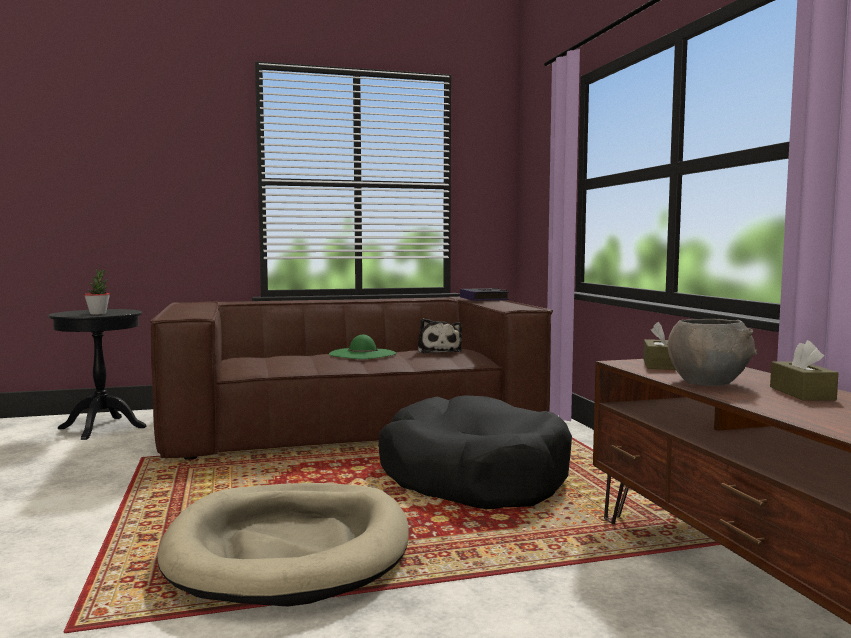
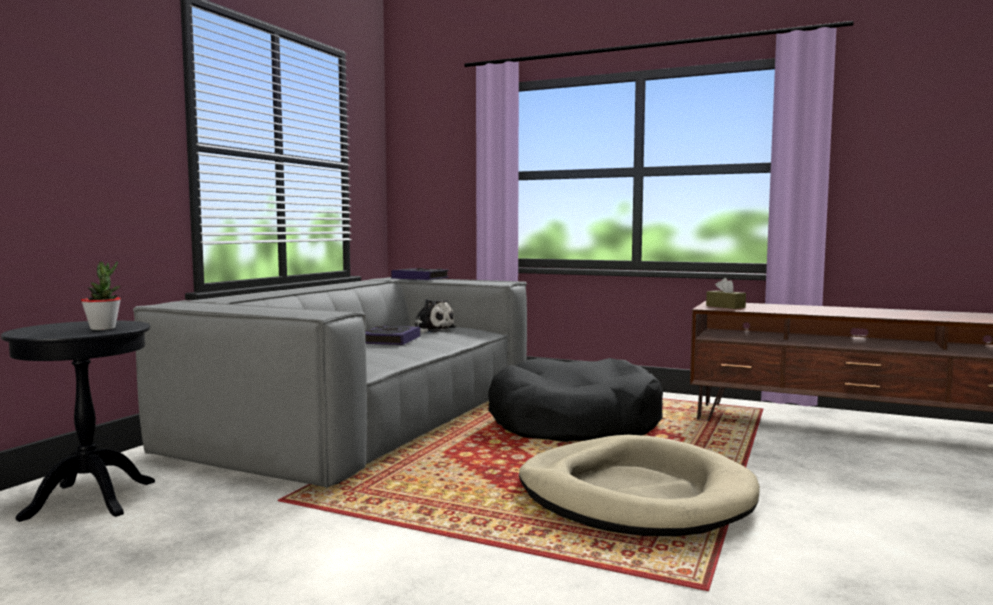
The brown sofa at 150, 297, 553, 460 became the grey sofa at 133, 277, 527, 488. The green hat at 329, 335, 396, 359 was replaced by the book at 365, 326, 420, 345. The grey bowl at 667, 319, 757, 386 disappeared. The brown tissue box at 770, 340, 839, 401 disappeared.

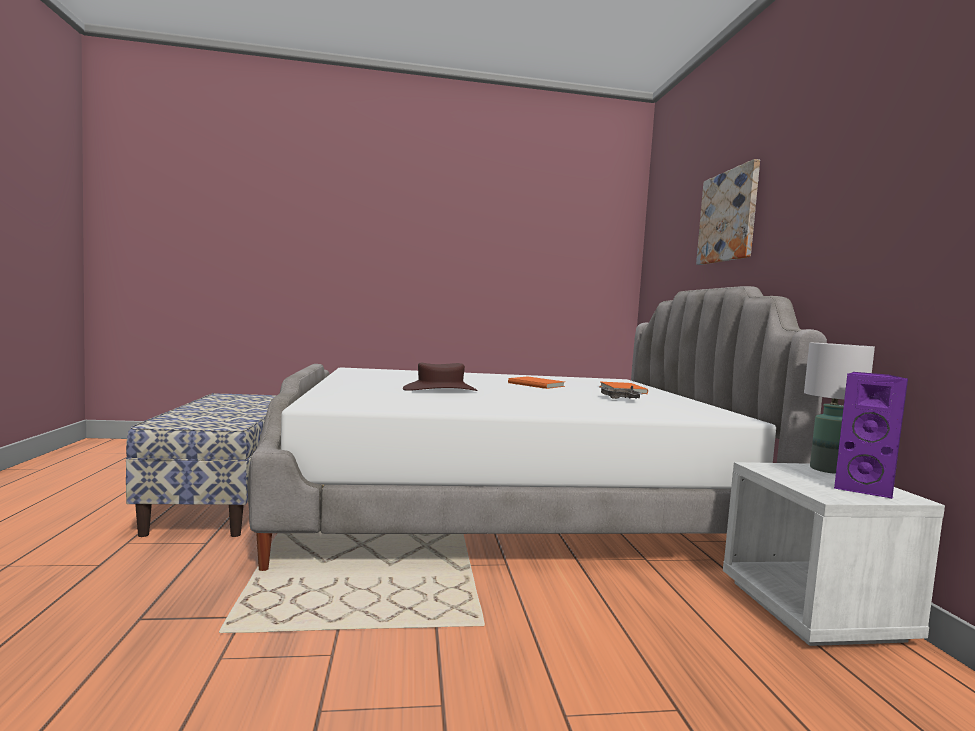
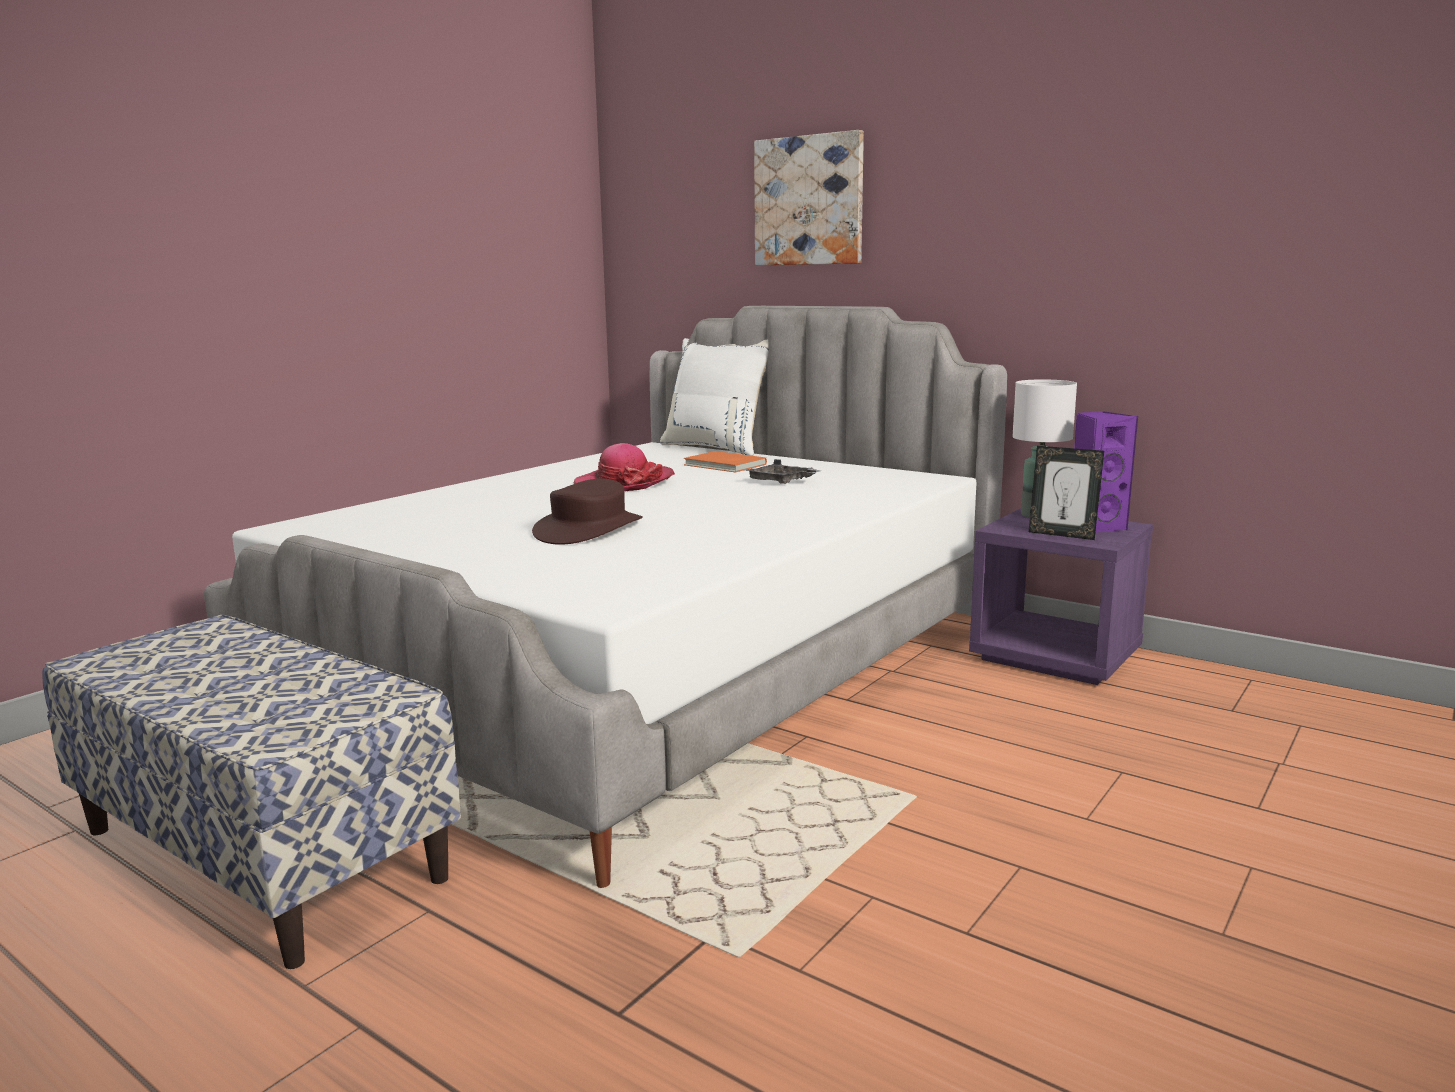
The orange book at 508, 376, 565, 389 was replaced by the hat at 573, 443, 675, 491. The white pillow at 660, 338, 769, 456 appeared. The white nightstand at 723, 462, 945, 646 became the purple nightstand at 969, 508, 1153, 685. The picture frame at 1029, 446, 1104, 540 appeared.

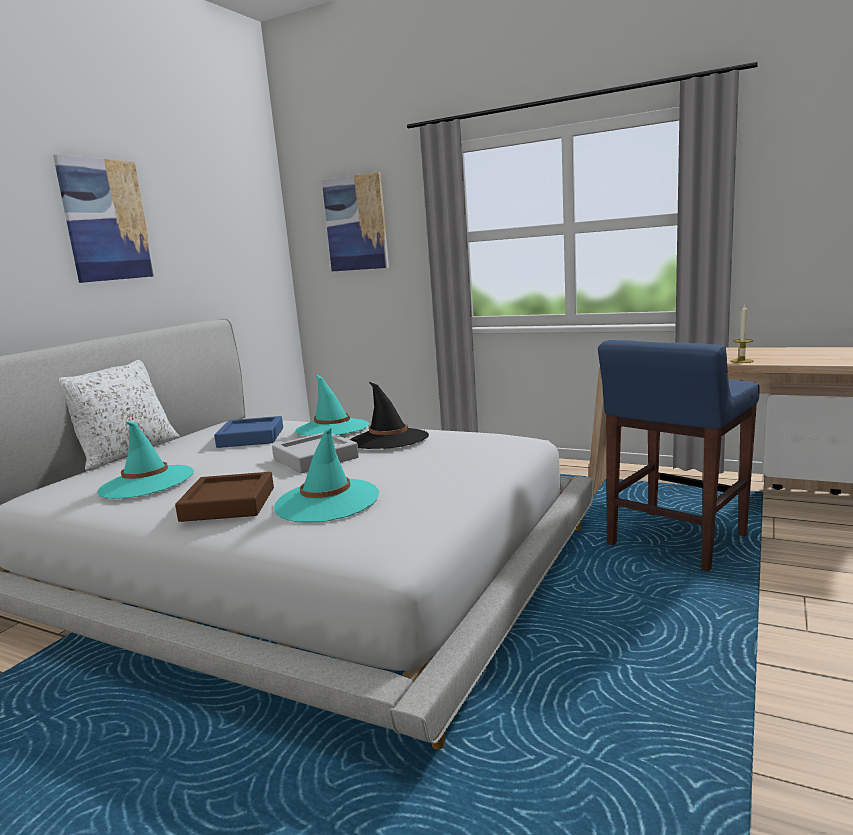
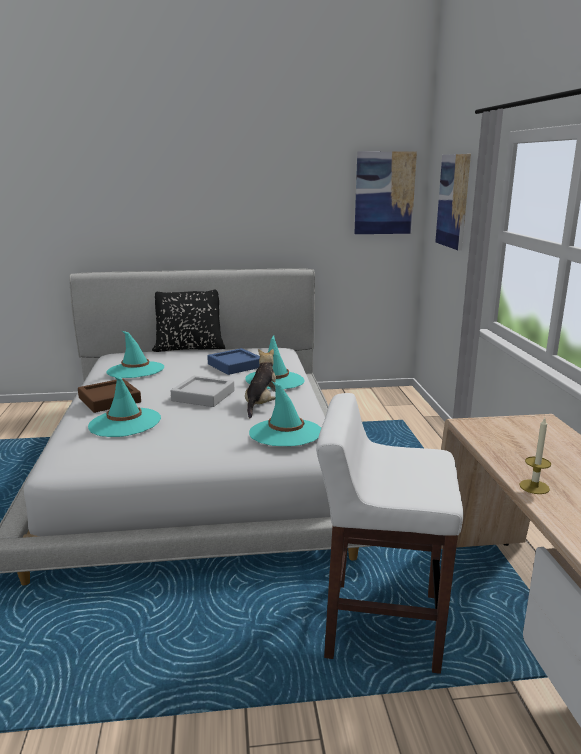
The white pillow at 59, 360, 180, 471 became the black pillow at 152, 290, 225, 352. The black hat at 350, 381, 429, 449 was replaced by the plush toy at 245, 349, 276, 418. The turquoise hat at 249, 382, 321, 446 appeared. The blue stool at 598, 340, 760, 572 became the white stool at 316, 393, 463, 674. The picture moved from 53, 154, 155, 283 to 354, 151, 417, 234.

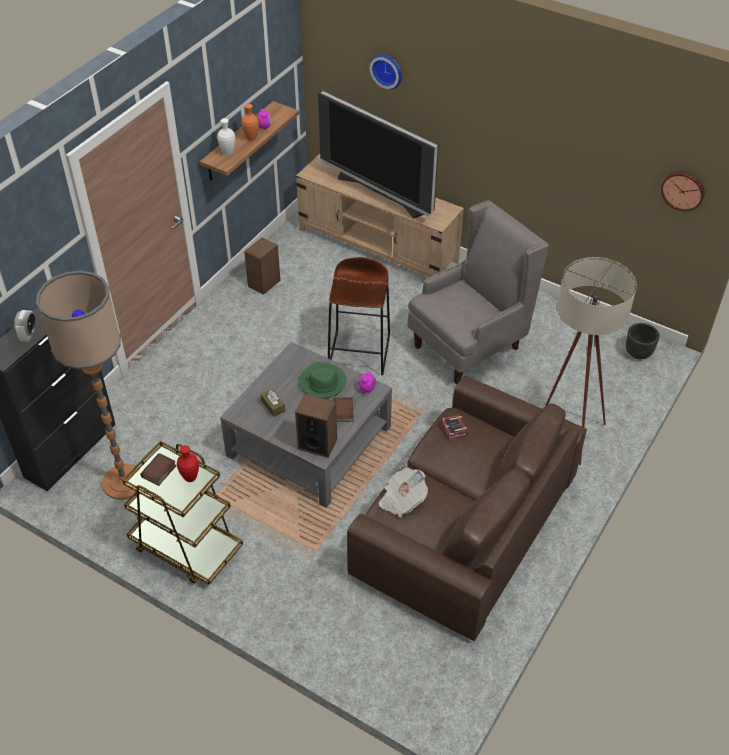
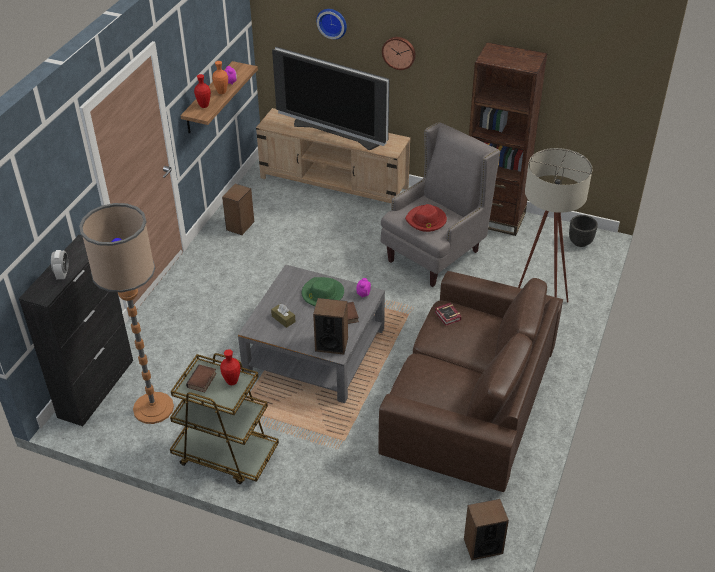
The white vase at 217, 118, 235, 155 became the red vase at 194, 74, 211, 108. The wall clock moved from 661, 171, 705, 211 to 382, 37, 416, 70. The red hat at 405, 204, 447, 232 appeared. The speaker at 464, 499, 509, 560 appeared. The brown bookcase at 469, 42, 547, 236 appeared. The brown stool at 328, 257, 390, 375 disappeared. The newspaper at 379, 467, 428, 517 disappeared.

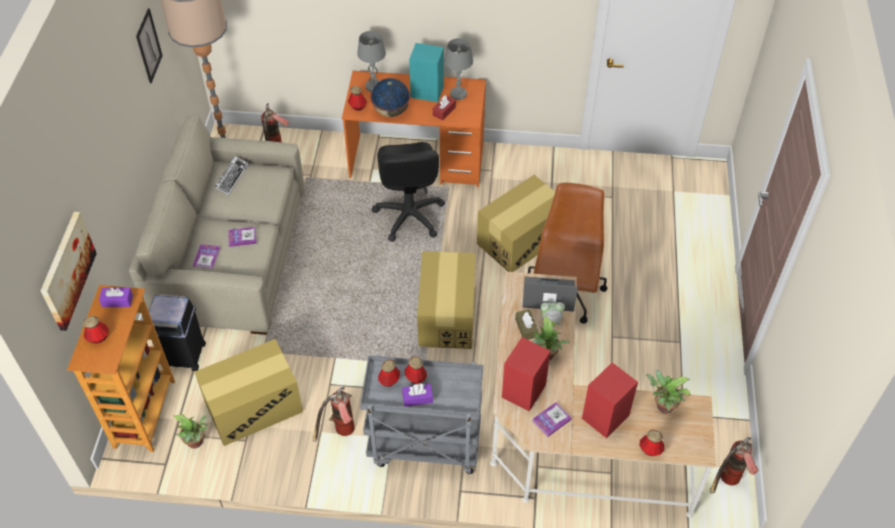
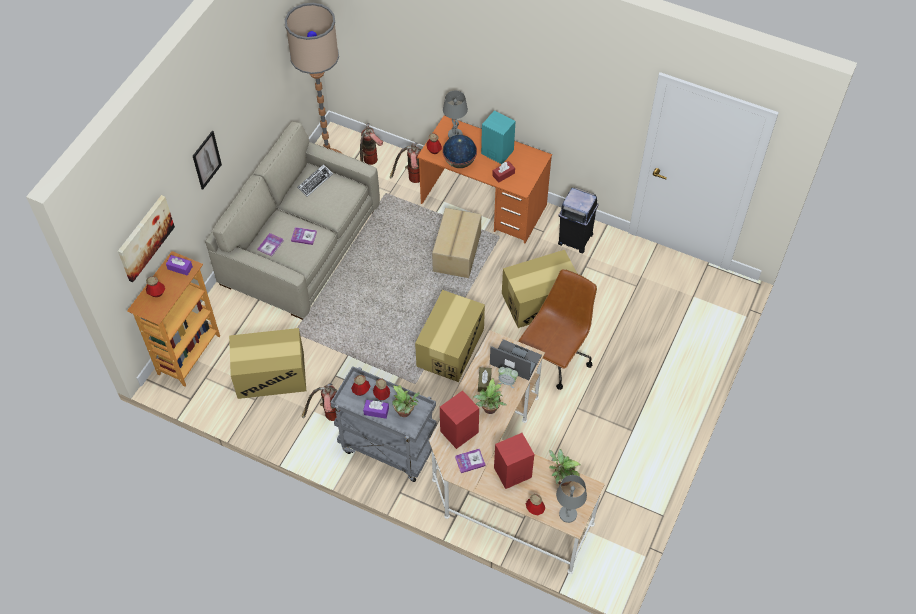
The picture moved from 136, 9, 163, 83 to 193, 131, 222, 190. The fire extinguisher moved from 710, 437, 758, 494 to 390, 142, 421, 183. The potted plant moved from 174, 414, 207, 449 to 392, 385, 420, 417. The black office chair at 372, 142, 445, 241 was replaced by the cardboard box at 432, 208, 481, 278. The grey table lamp moved from 445, 38, 473, 100 to 556, 475, 587, 523. The black trash can moved from 149, 294, 206, 371 to 558, 187, 599, 253.

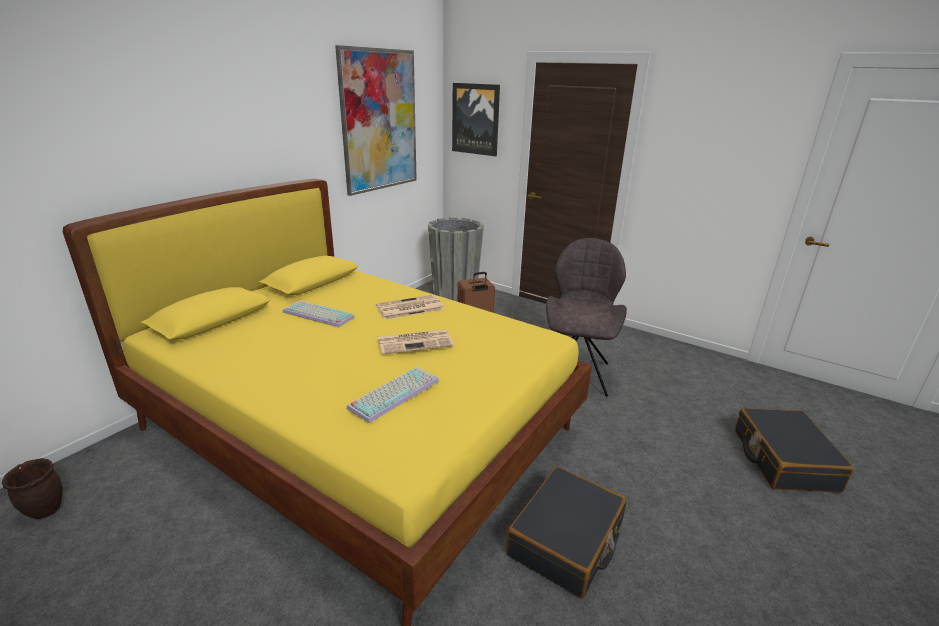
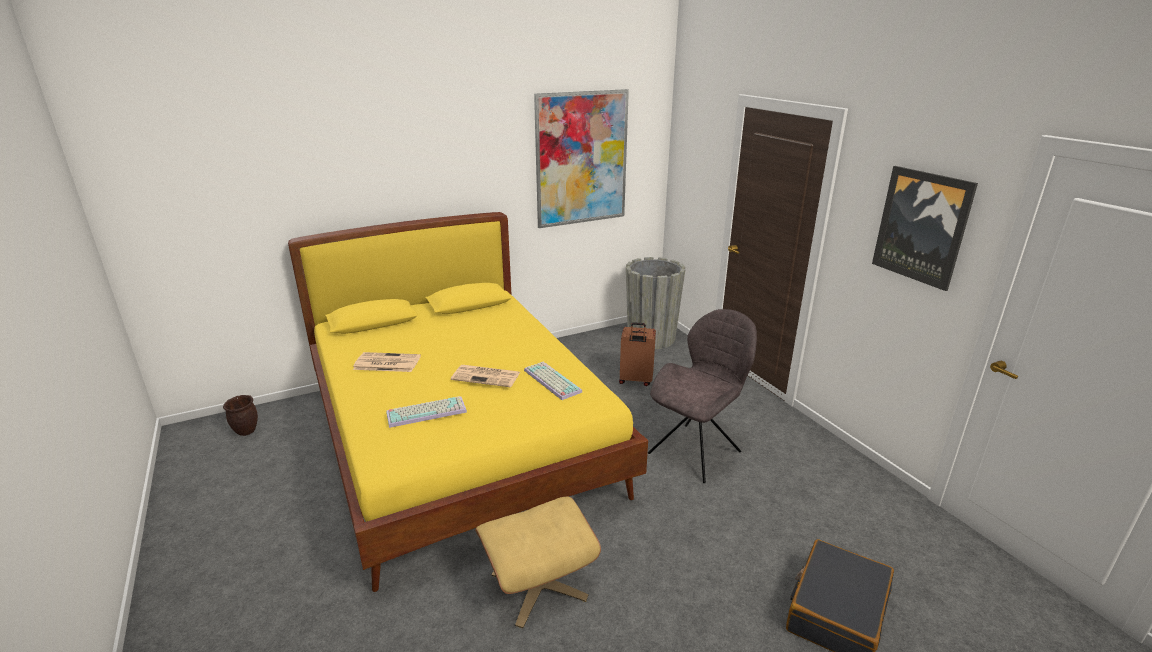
The newspaper moved from 376, 295, 444, 320 to 353, 352, 421, 372. The black suitcase at 506, 466, 626, 598 was replaced by the beige ottoman at 475, 497, 601, 628. The keyboard moved from 283, 300, 355, 327 to 524, 362, 582, 400. The picture moved from 452, 83, 500, 156 to 872, 166, 978, 291.

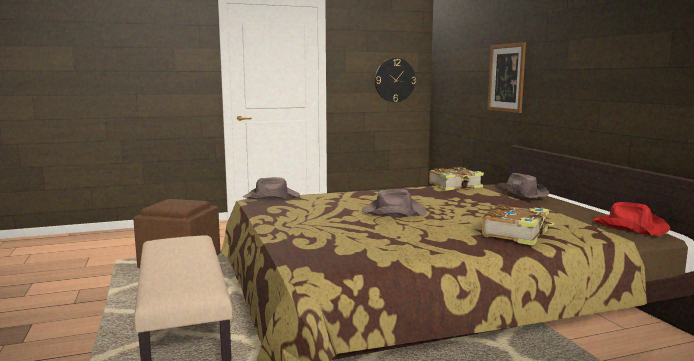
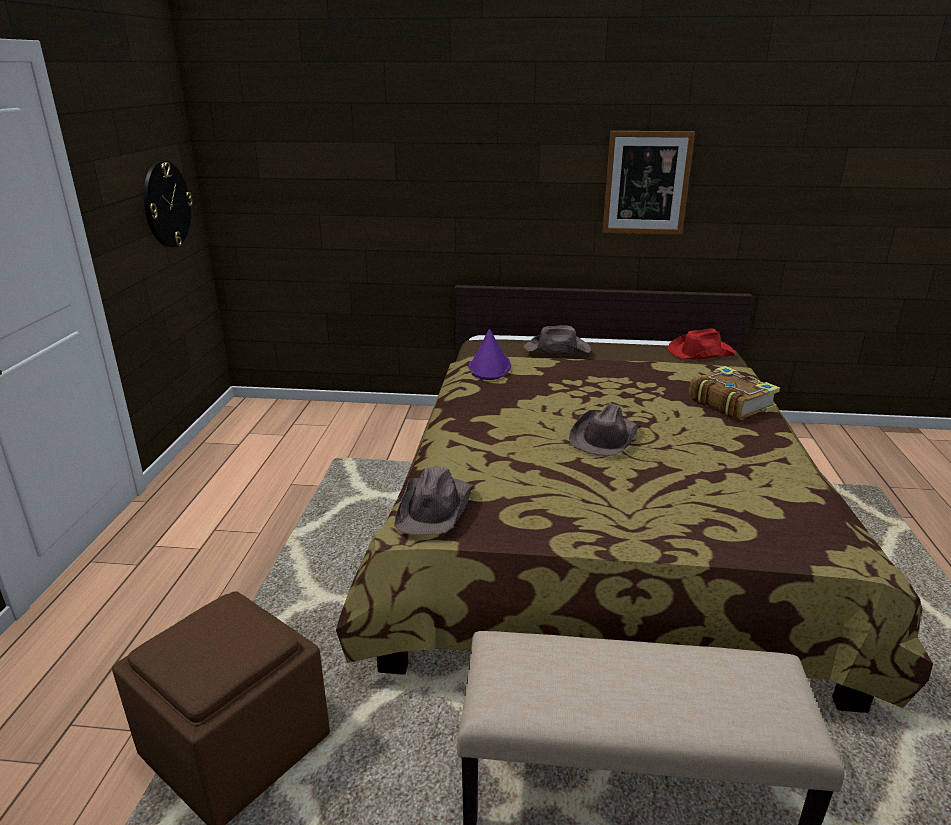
The book at 429, 167, 484, 190 was replaced by the purple hat at 469, 329, 511, 380. The picture moved from 488, 42, 526, 113 to 602, 131, 695, 235.

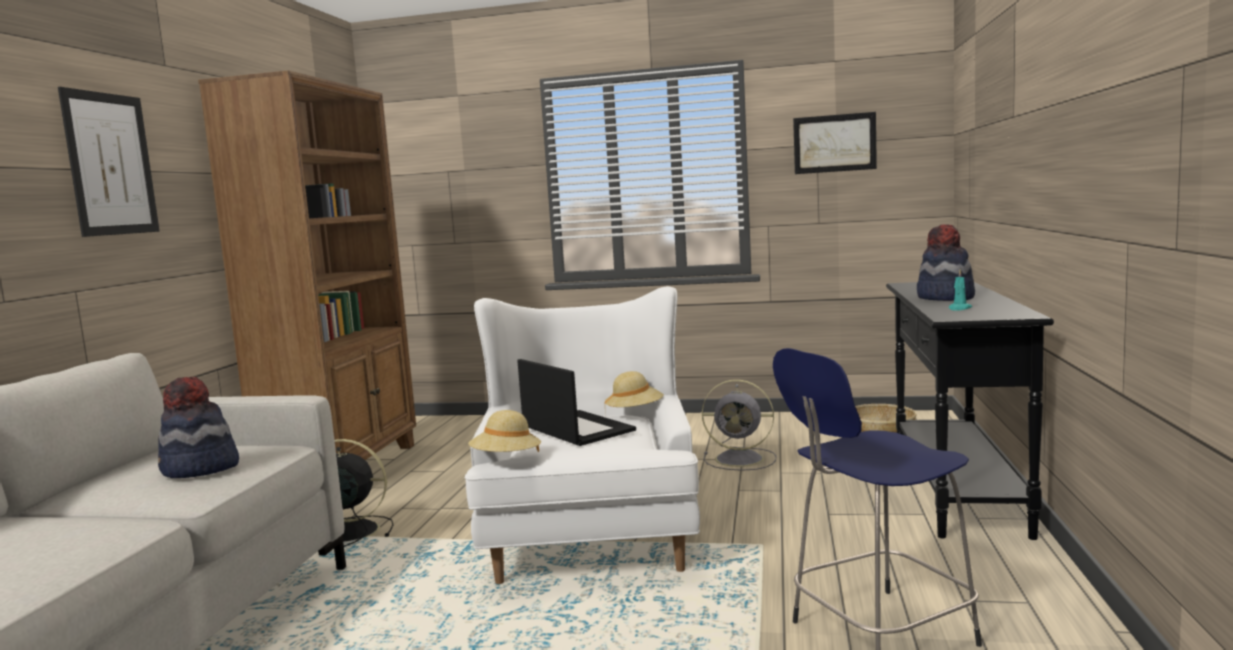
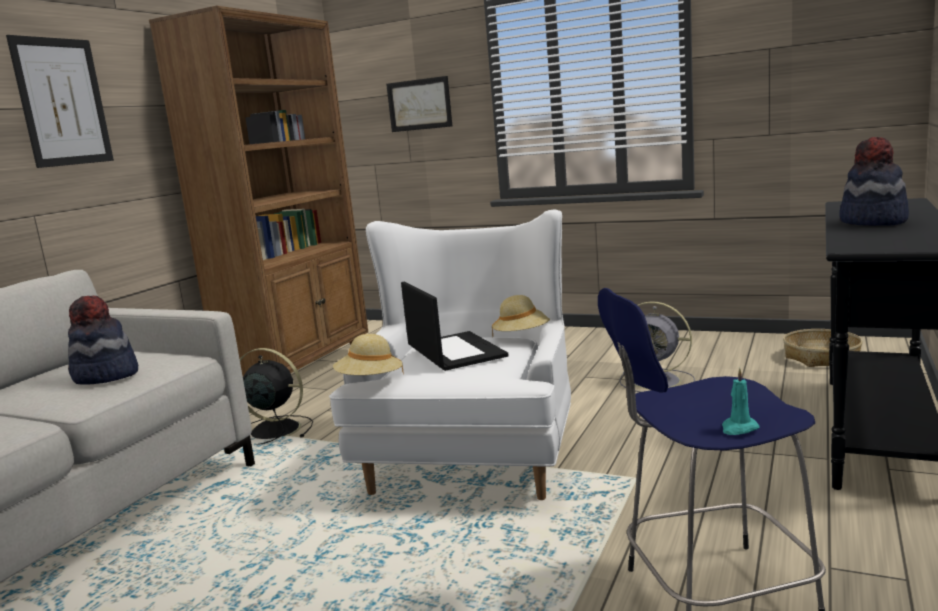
The picture moved from 793, 112, 877, 174 to 386, 76, 452, 132. The turquoise candle moved from 949, 269, 972, 311 to 722, 368, 760, 435.

